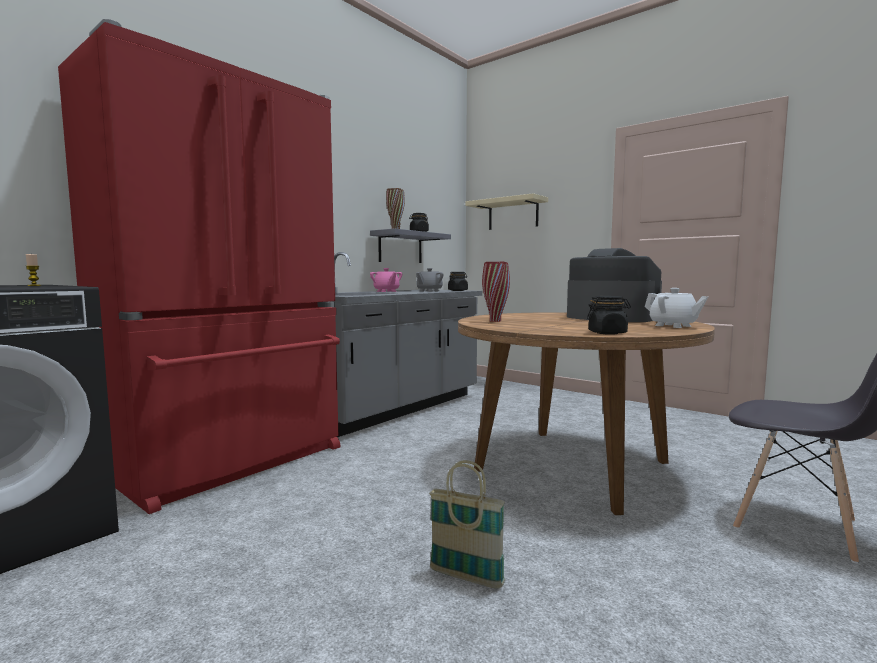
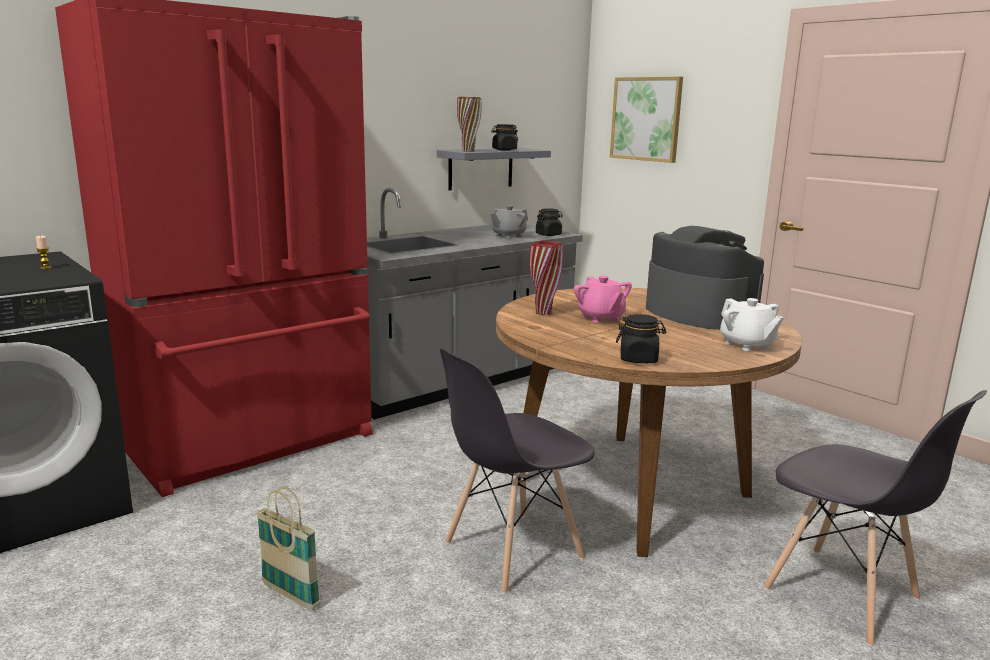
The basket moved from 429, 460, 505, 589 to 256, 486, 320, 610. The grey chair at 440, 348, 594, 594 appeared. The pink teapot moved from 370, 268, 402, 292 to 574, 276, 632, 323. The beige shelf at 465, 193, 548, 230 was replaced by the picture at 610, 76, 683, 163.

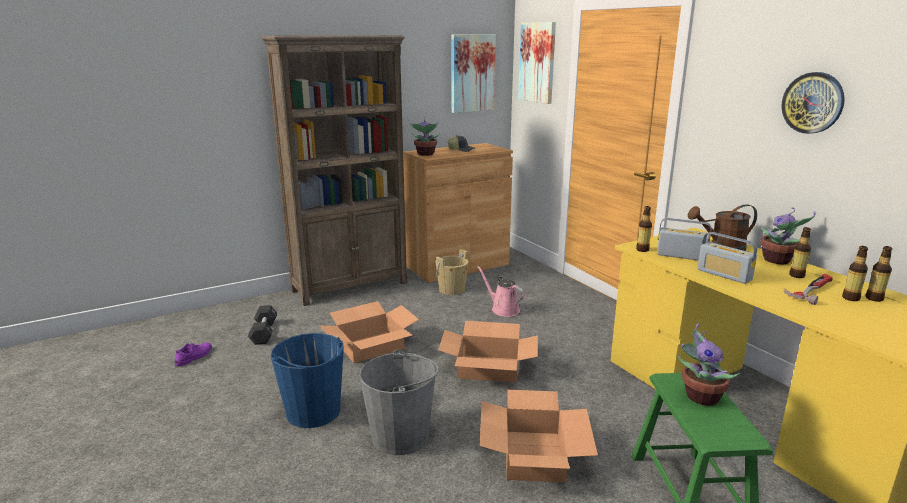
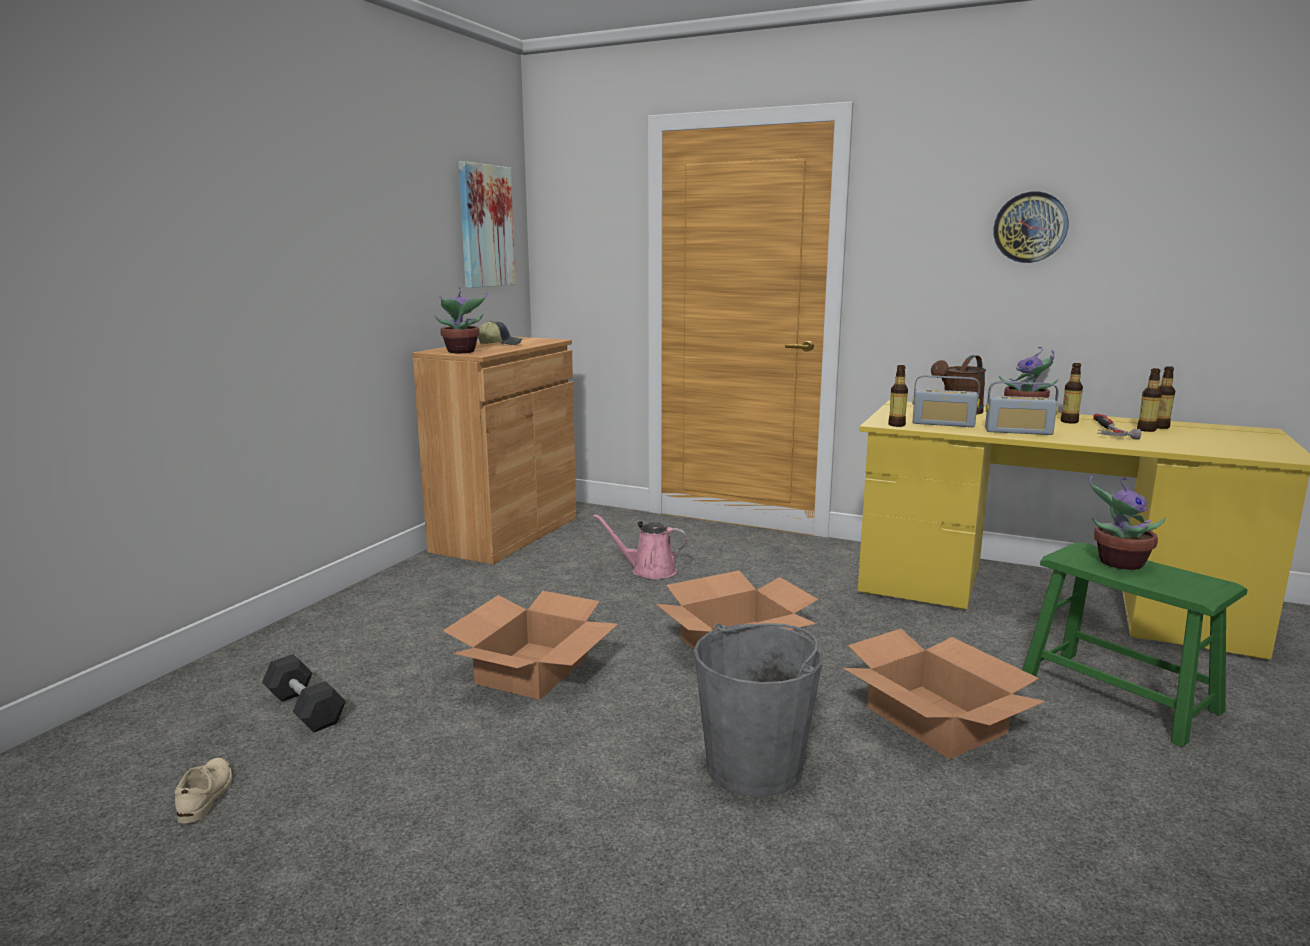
The purple shoe at 175, 342, 212, 366 became the beige shoe at 175, 758, 232, 823. The radio at 657, 218, 711, 261 turned 150 degrees counterclockwise. The brown bookcase at 261, 35, 407, 306 disappeared. The blue bucket at 271, 333, 344, 428 disappeared. The beige bucket at 435, 249, 469, 295 disappeared. The picture at 518, 22, 556, 104 disappeared.

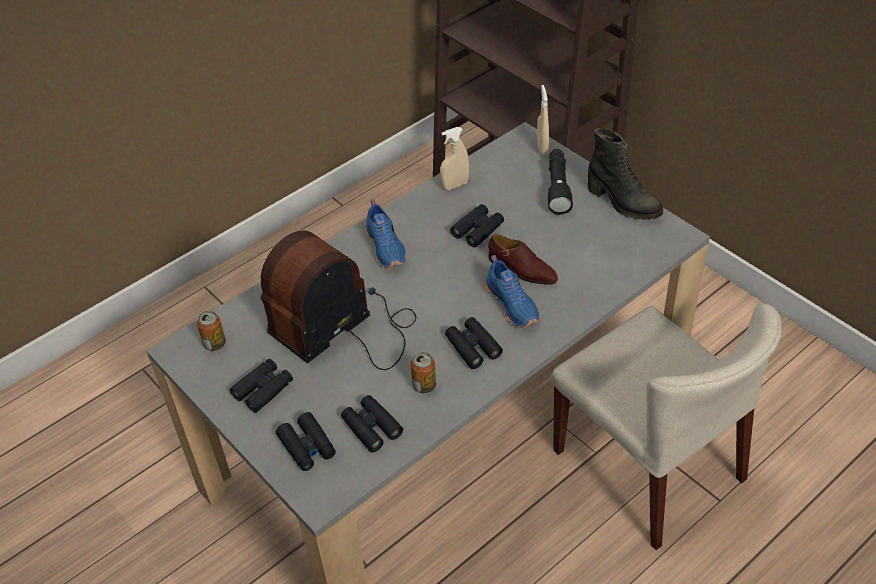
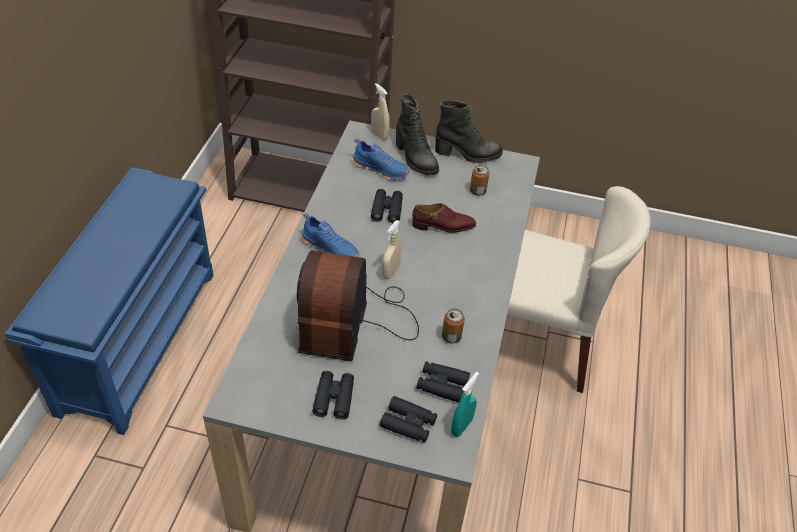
The blue shoe rack at 5, 167, 214, 435 appeared. The blue shoe moved from 485, 255, 539, 328 to 352, 138, 409, 180. The beige spray bottle moved from 440, 127, 469, 190 to 382, 220, 402, 280. The black flashlight at 548, 149, 573, 215 was replaced by the black boot at 396, 94, 439, 176. The turquoise spray bottle at 451, 372, 479, 437 appeared. The can moved from 197, 311, 226, 351 to 470, 165, 489, 196. The black binoculars at 445, 317, 503, 369 disappeared.

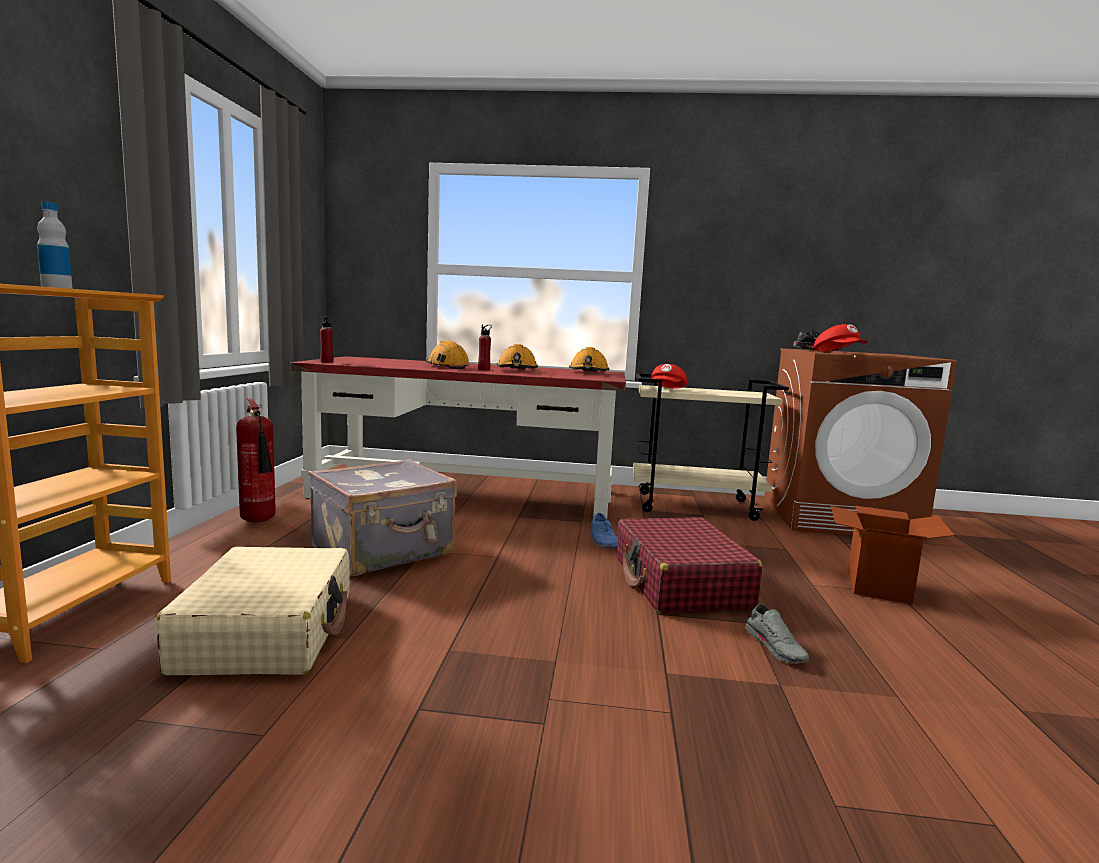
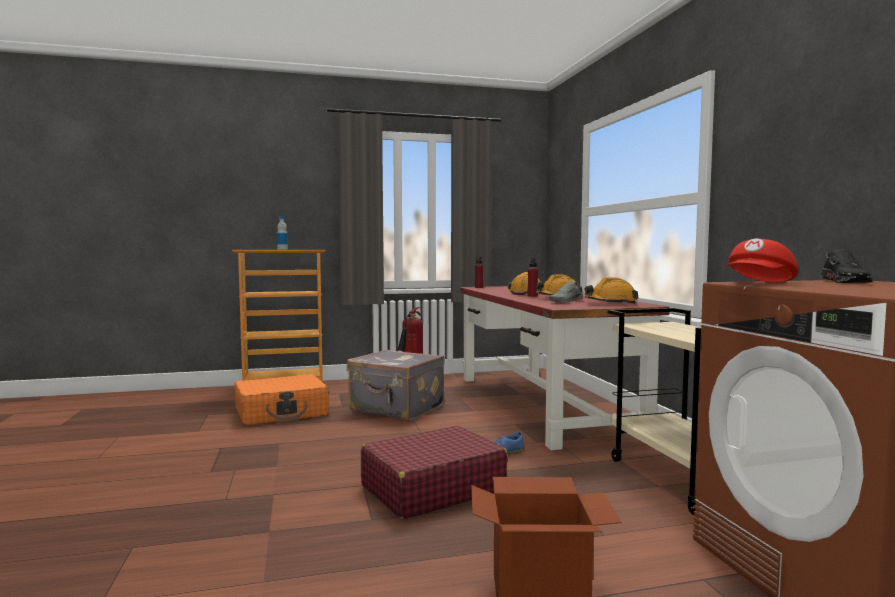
The beige suitcase at 156, 547, 350, 675 became the orange suitcase at 234, 374, 329, 425. The grey shoe moved from 745, 604, 809, 664 to 549, 281, 584, 303. The red cap at 651, 364, 687, 389 disappeared.

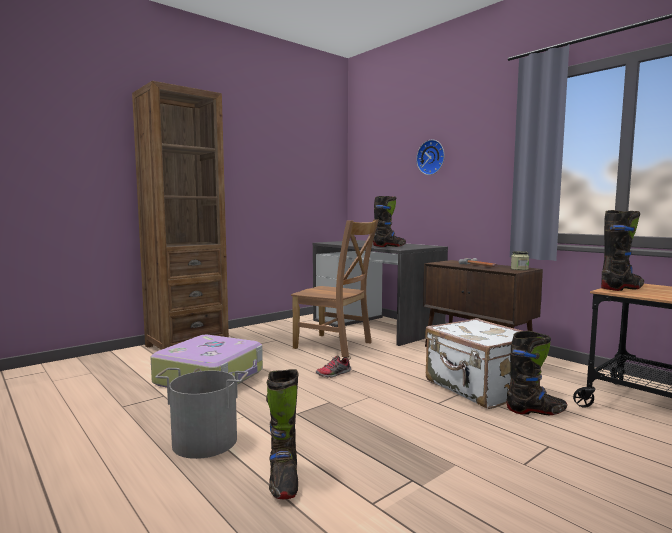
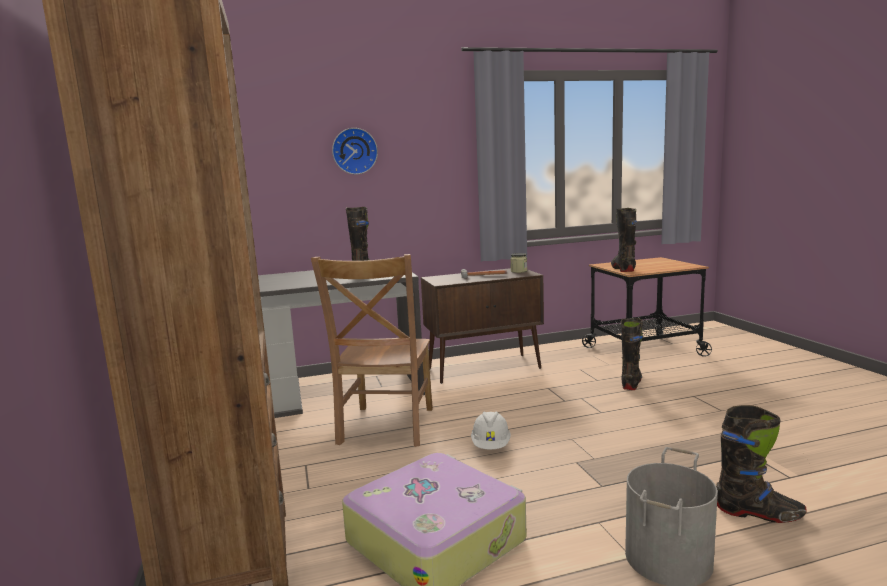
The brown chair at 291, 219, 379, 357 turned 135 degrees clockwise. The shoe at 316, 355, 351, 377 was replaced by the white hard hat at 471, 411, 511, 450. The white suitcase at 425, 318, 540, 409 disappeared.

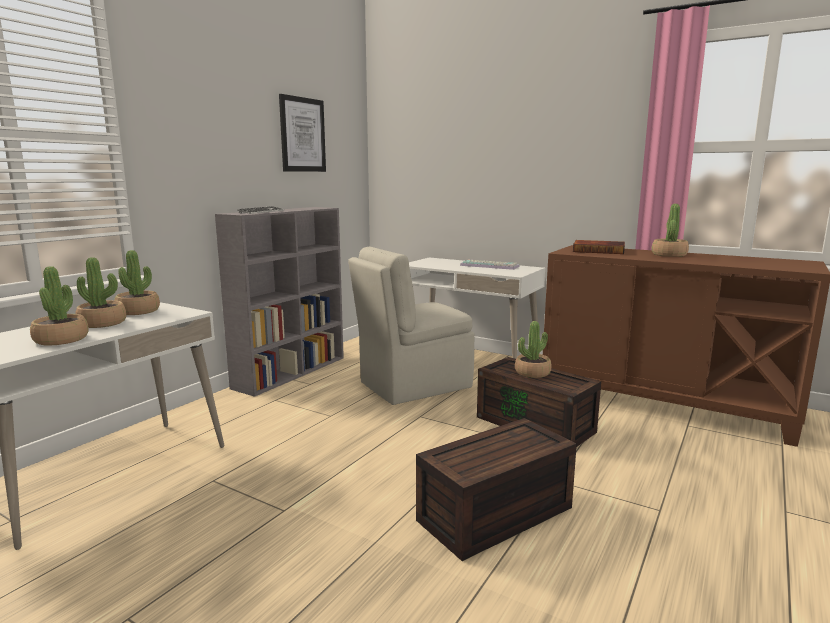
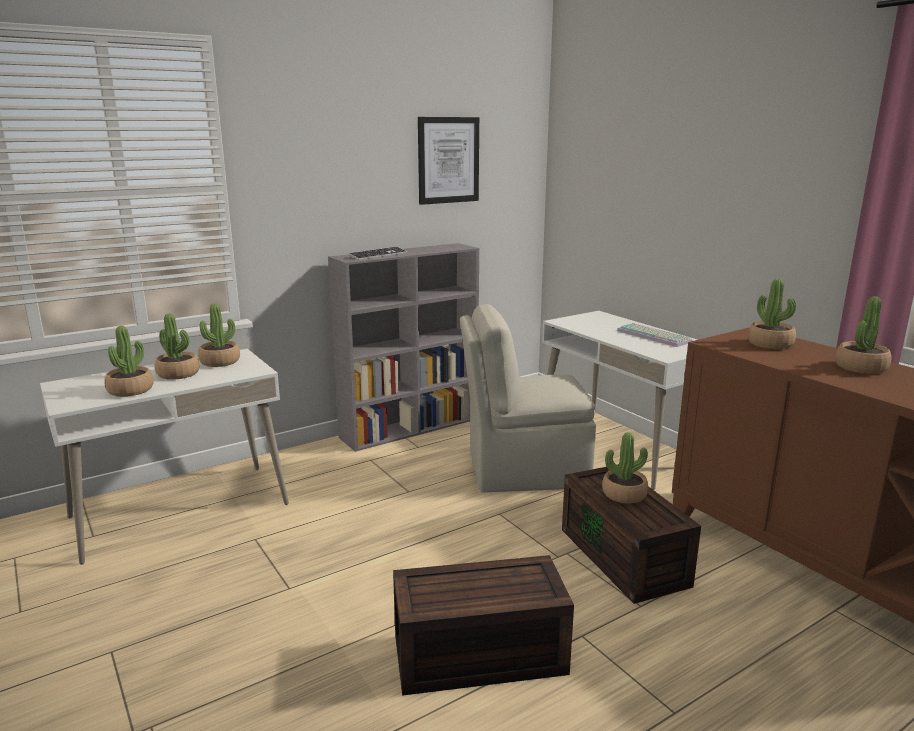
The book at 573, 240, 625, 254 was replaced by the potted plant at 748, 279, 796, 349.

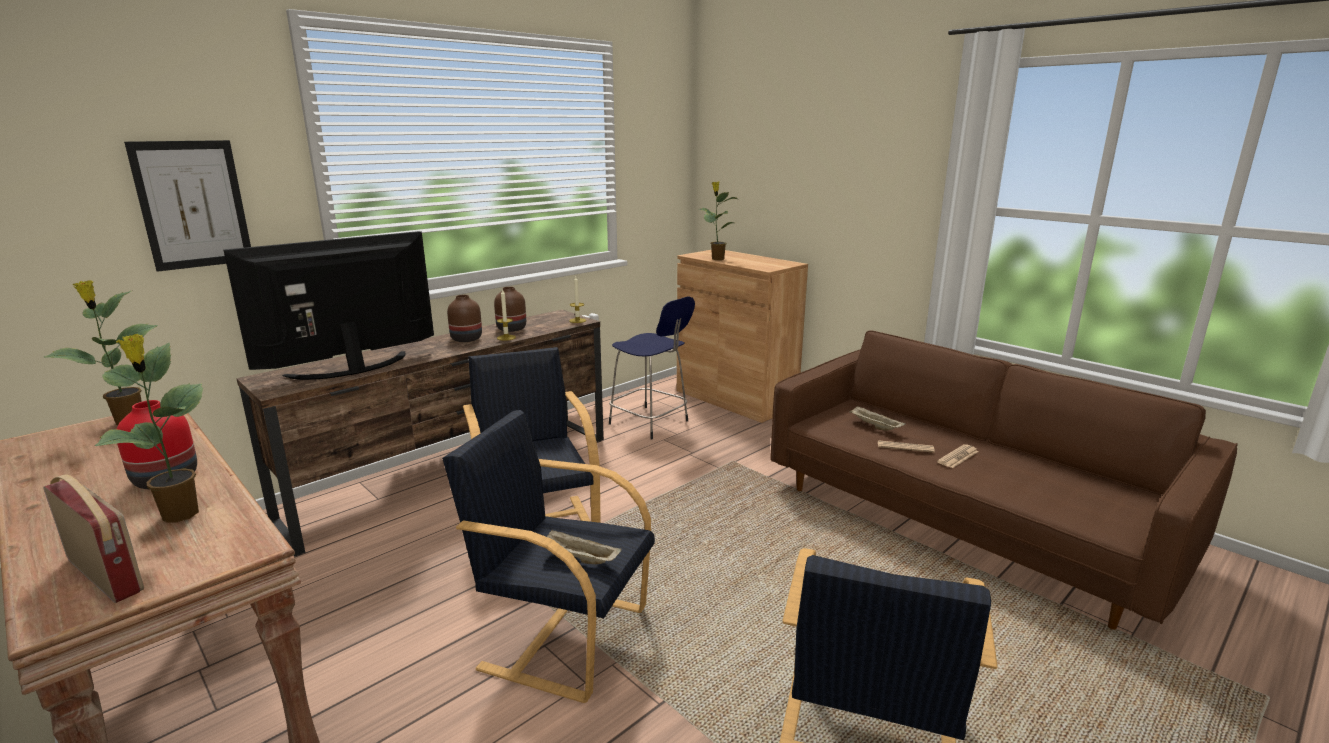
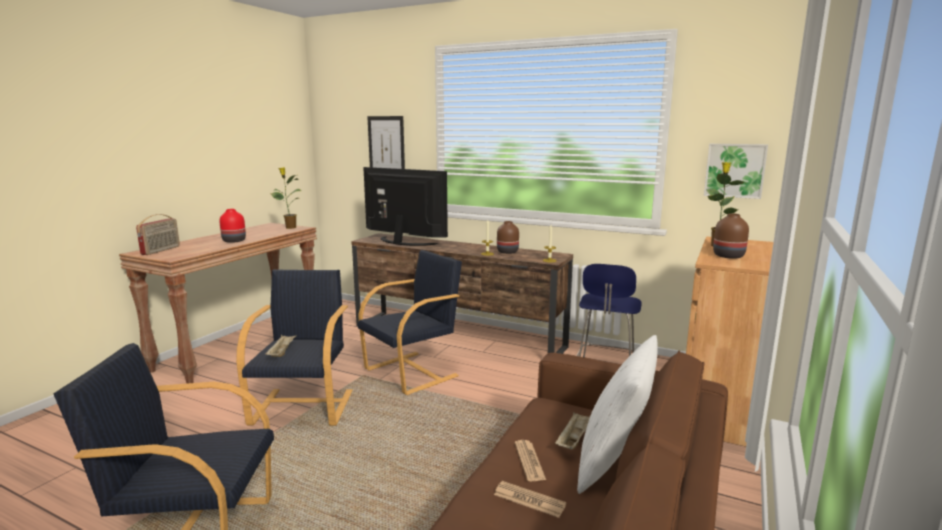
The white pillow at 577, 335, 658, 494 appeared. The picture at 704, 144, 768, 199 appeared. The brown vase moved from 447, 295, 482, 342 to 713, 213, 749, 259. The potted plant at 95, 334, 203, 523 disappeared.

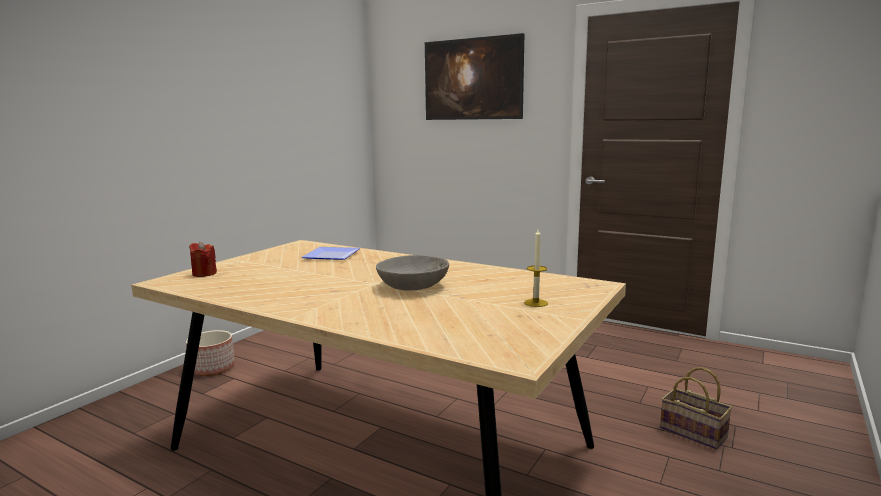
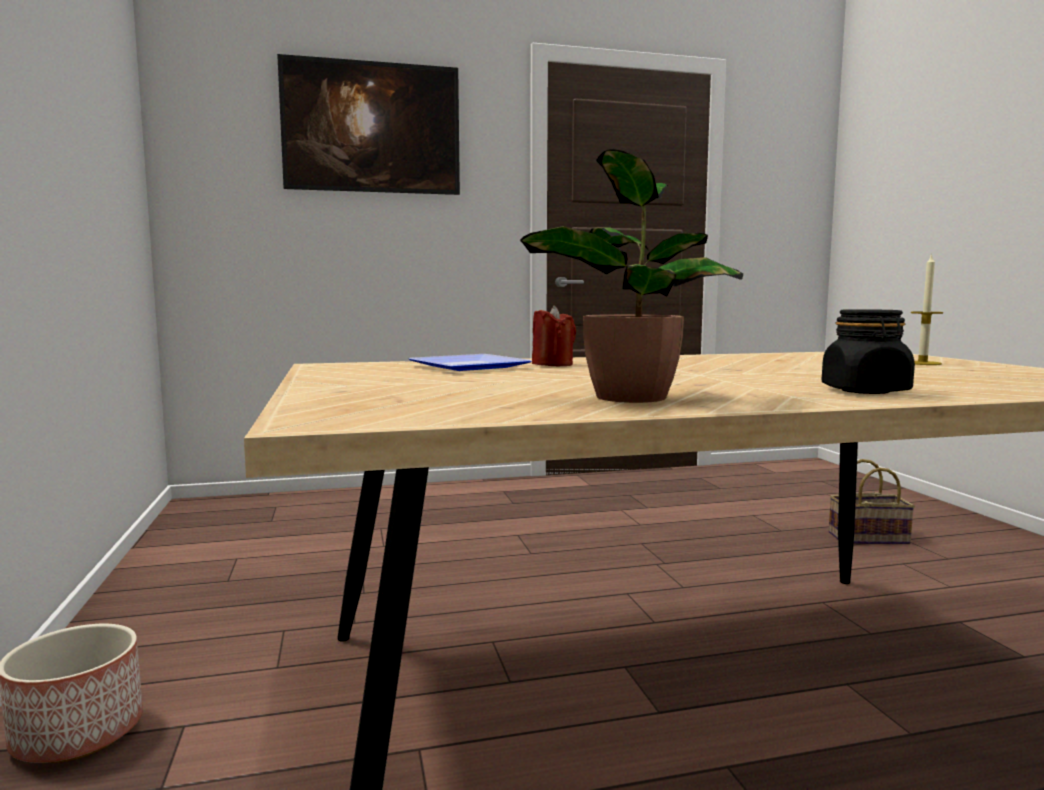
The potted plant at 520, 149, 743, 403 appeared. The red candle moved from 189, 241, 217, 277 to 532, 305, 576, 366. The black jar at 821, 309, 915, 394 appeared. The grey bowl at 376, 255, 449, 291 disappeared.

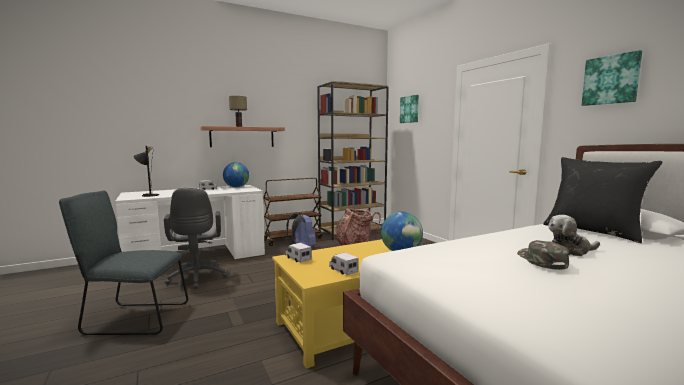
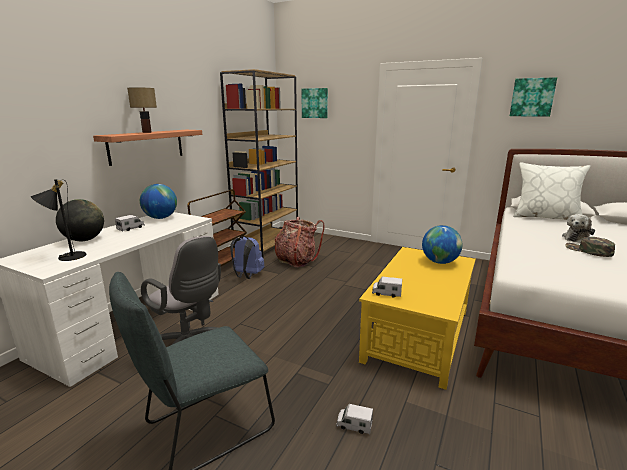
The globe at 56, 199, 104, 241 appeared. The toy truck moved from 329, 252, 359, 275 to 336, 404, 373, 435. The black pillow at 543, 157, 662, 243 became the white pillow at 513, 162, 590, 220.

